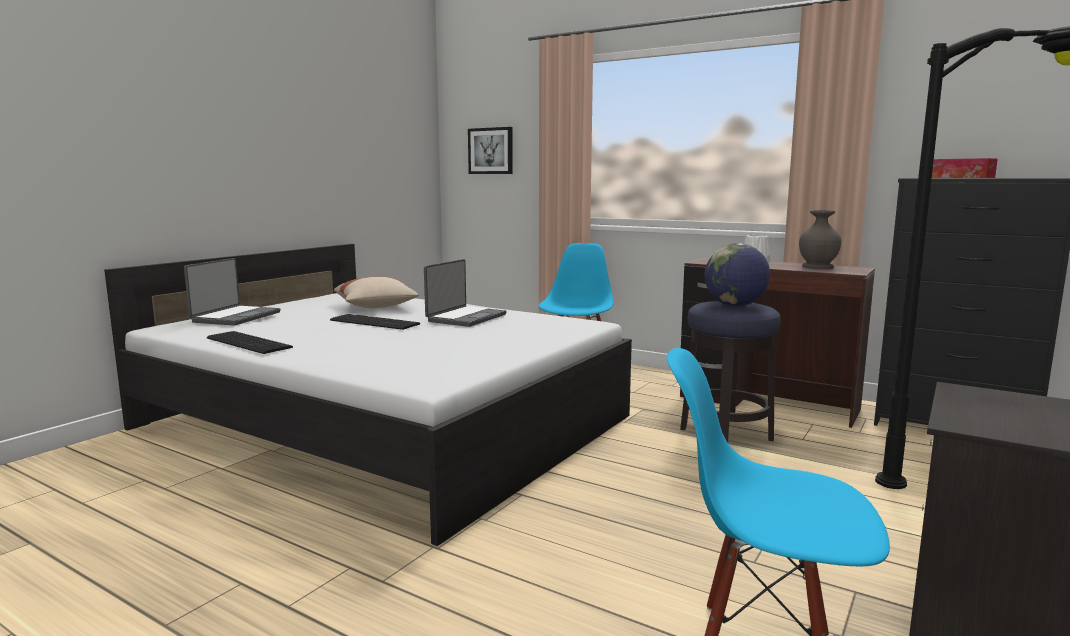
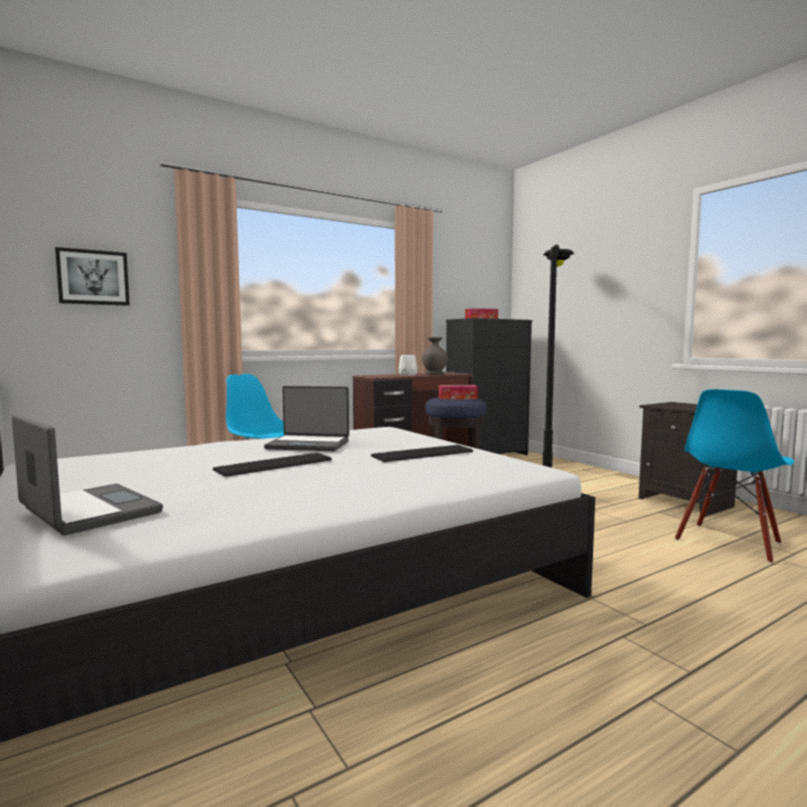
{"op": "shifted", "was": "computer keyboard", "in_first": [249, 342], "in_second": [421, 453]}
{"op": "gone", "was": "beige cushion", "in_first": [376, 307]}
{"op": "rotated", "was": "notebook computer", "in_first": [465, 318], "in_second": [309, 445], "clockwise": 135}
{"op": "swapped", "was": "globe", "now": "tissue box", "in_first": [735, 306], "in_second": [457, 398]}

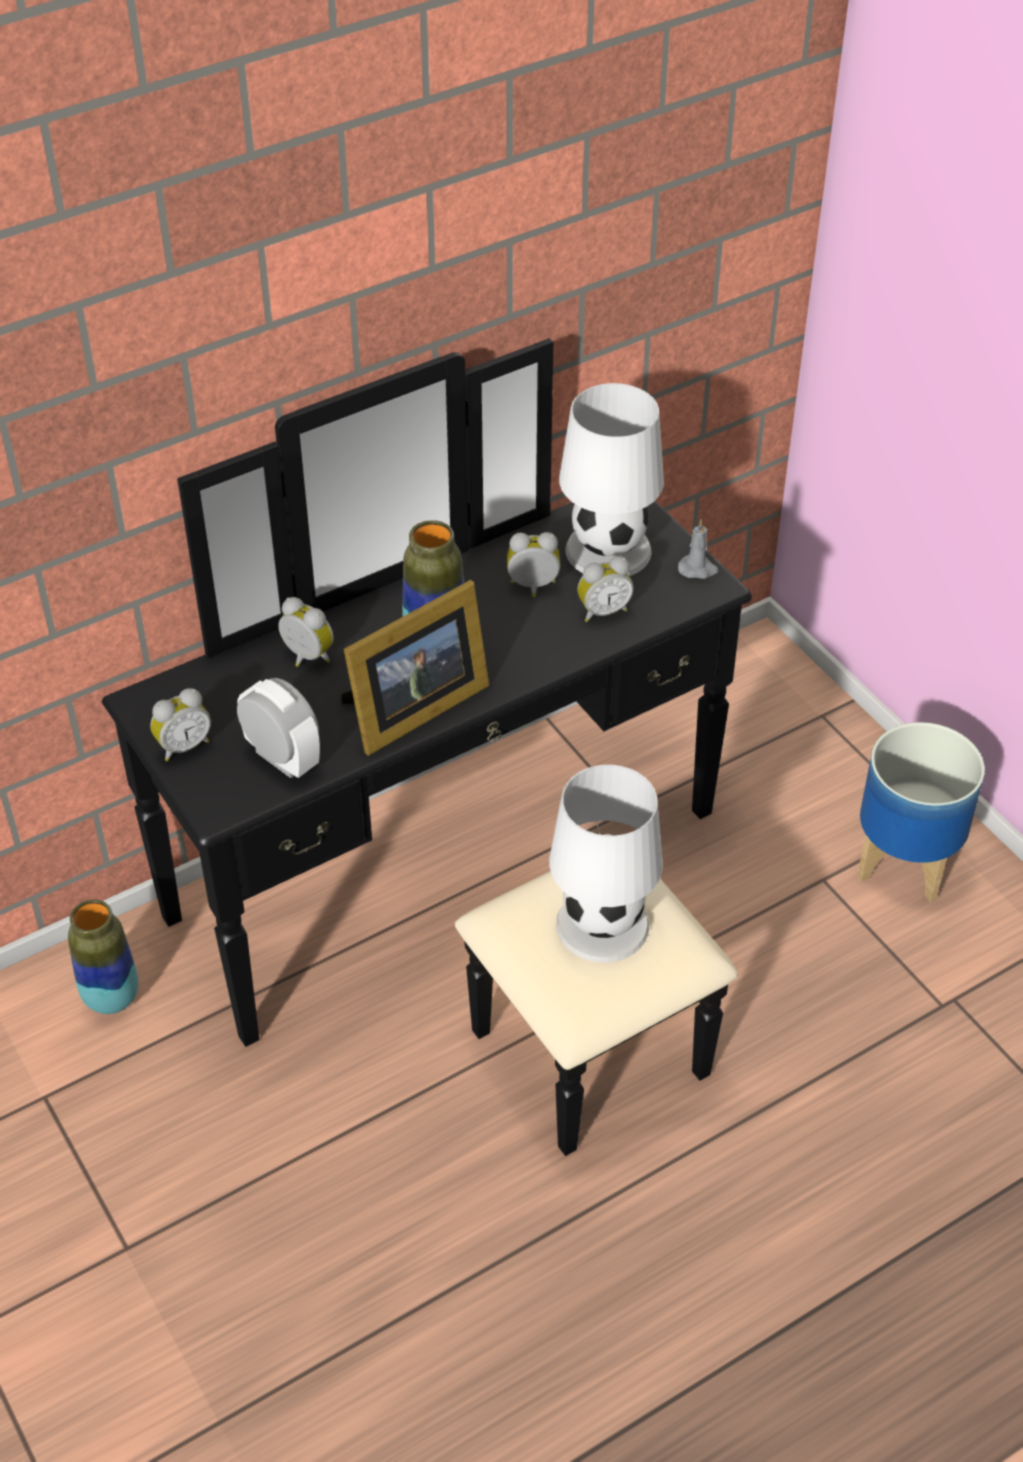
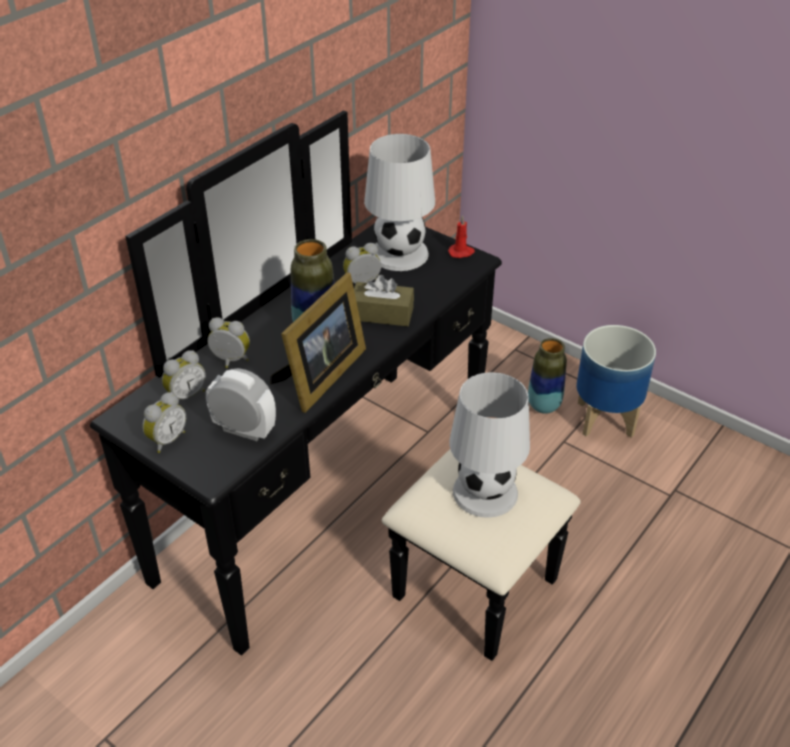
{"op": "shifted", "was": "decorative vase", "in_first": [111, 998], "in_second": [543, 406]}
{"op": "shifted", "was": "table clock", "in_first": [603, 611], "in_second": [186, 395]}
{"op": "repainted", "was": "gray wax light", "now": "reddish wax light", "in_first": [698, 569], "in_second": [461, 252]}
{"op": "new", "now": "brownish tissue box", "in_second": [382, 314]}

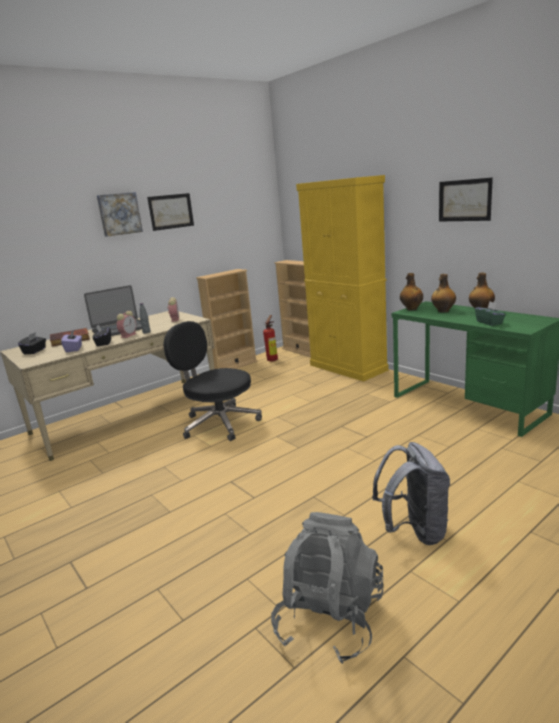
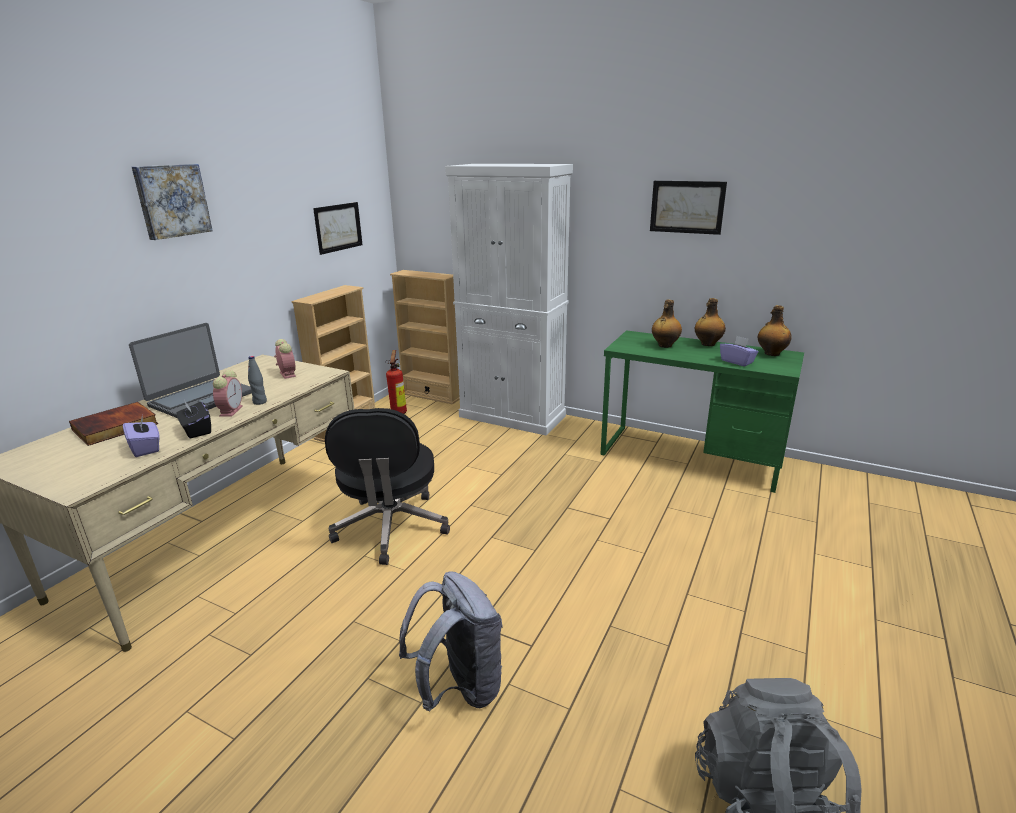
{"op": "gone", "was": "black-coloured tissue box", "in_first": [35, 351]}
{"op": "shifted", "was": "wall picture", "in_first": [171, 211], "in_second": [338, 227]}
{"op": "rotated", "was": "black-coloured desk chair", "in_first": [219, 423], "in_second": [391, 528], "clockwise": -105}
{"op": "repainted", "was": "yellow cupboard", "now": "white-coloured cupboard", "in_first": [348, 367], "in_second": [512, 416]}
{"op": "shifted", "was": "gray knapsack", "in_first": [414, 531], "in_second": [459, 688]}
{"op": "shifted", "was": "drink bottle", "in_first": [411, 309], "in_second": [771, 353]}
{"op": "repainted", "was": "green tissue box", "now": "purplish tissue box", "in_first": [489, 322], "in_second": [737, 361]}

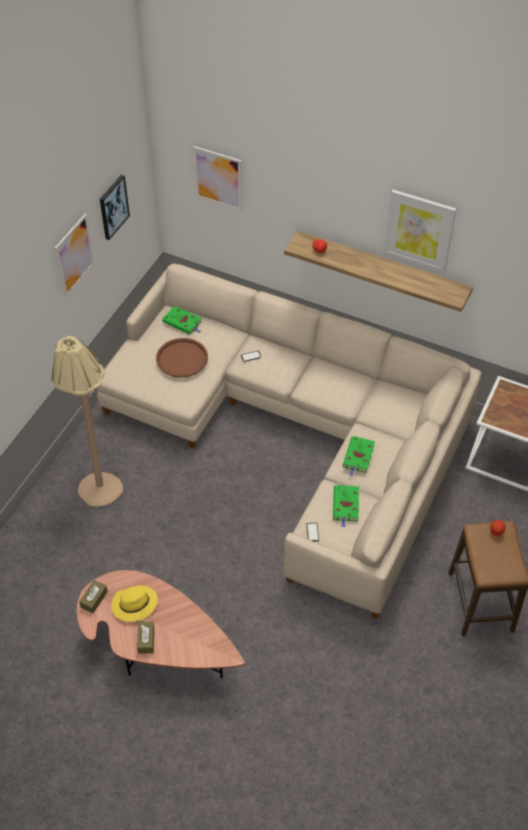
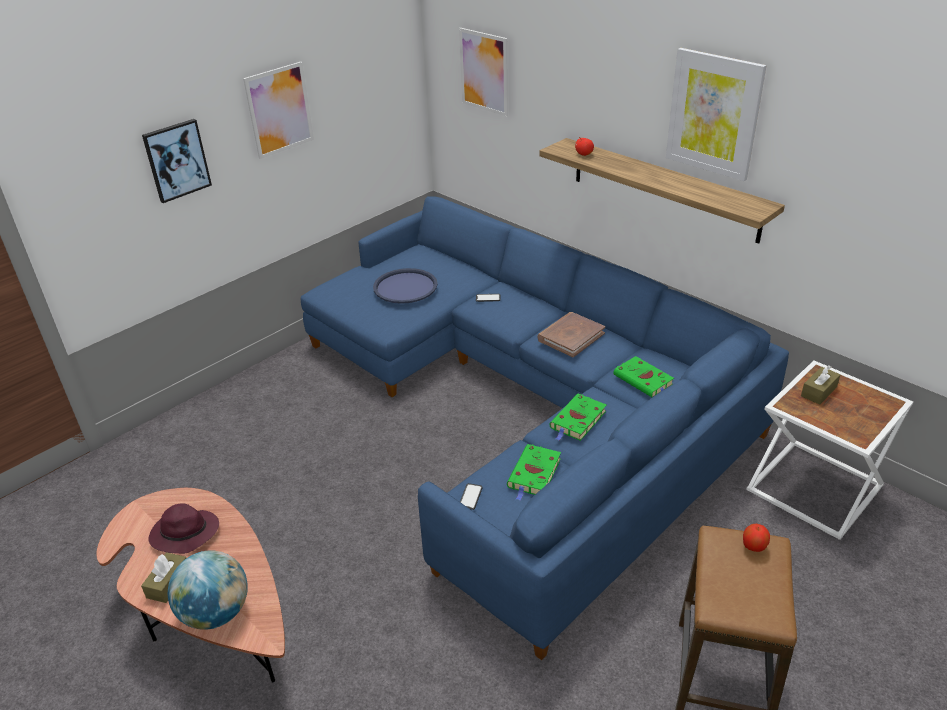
{"op": "gone", "was": "beige standard lamp", "in_first": [100, 481]}
{"op": "shifted", "was": "brownish tissue box", "in_first": [94, 599], "in_second": [818, 391]}
{"op": "repainted", "was": "beige settee", "now": "bluish settee", "in_first": [297, 433], "in_second": [526, 405]}
{"op": "shifted", "was": "wall picture", "in_first": [113, 207], "in_second": [176, 160]}
{"op": "repainted", "was": "yellow clothing hat", "now": "purplish clothing hat", "in_first": [134, 605], "in_second": [184, 534]}
{"op": "repainted", "was": "brownish carrying tray", "now": "bluish carrying tray", "in_first": [182, 358], "in_second": [405, 287]}
{"op": "shifted", "was": "green bound book", "in_first": [183, 322], "in_second": [644, 381]}
{"op": "new", "now": "globe", "in_second": [216, 613]}
{"op": "new", "now": "brownish bound book", "in_second": [571, 337]}

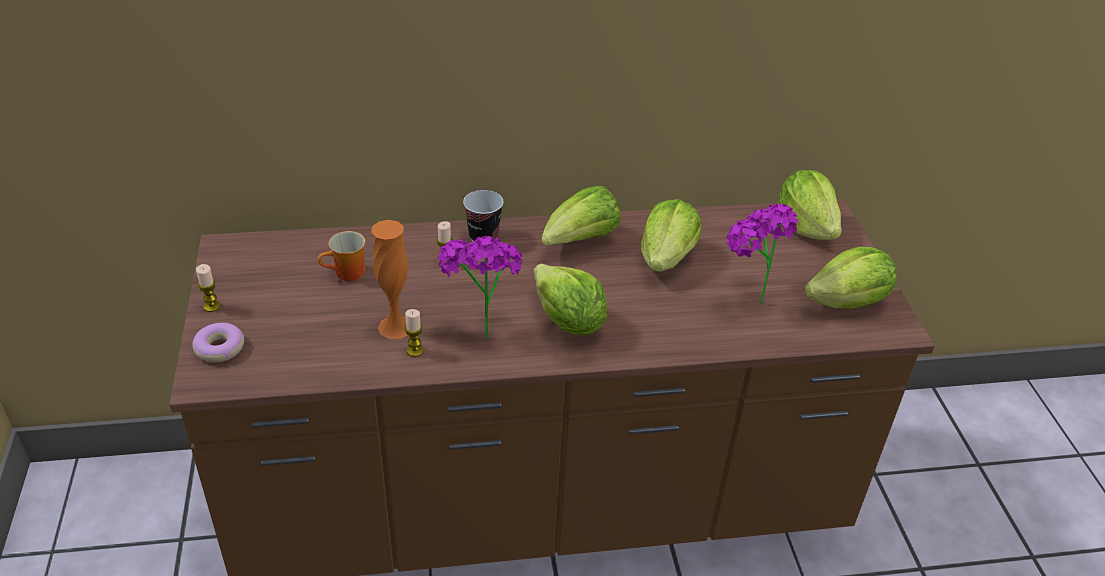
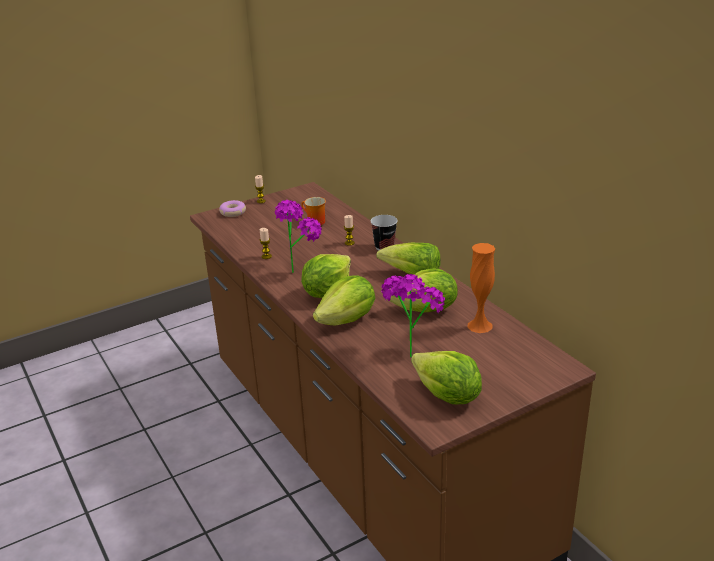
{"op": "shifted", "was": "orange decorative vase", "in_first": [395, 327], "in_second": [479, 326]}
{"op": "shifted", "was": "lettuce", "in_first": [806, 226], "in_second": [347, 320]}

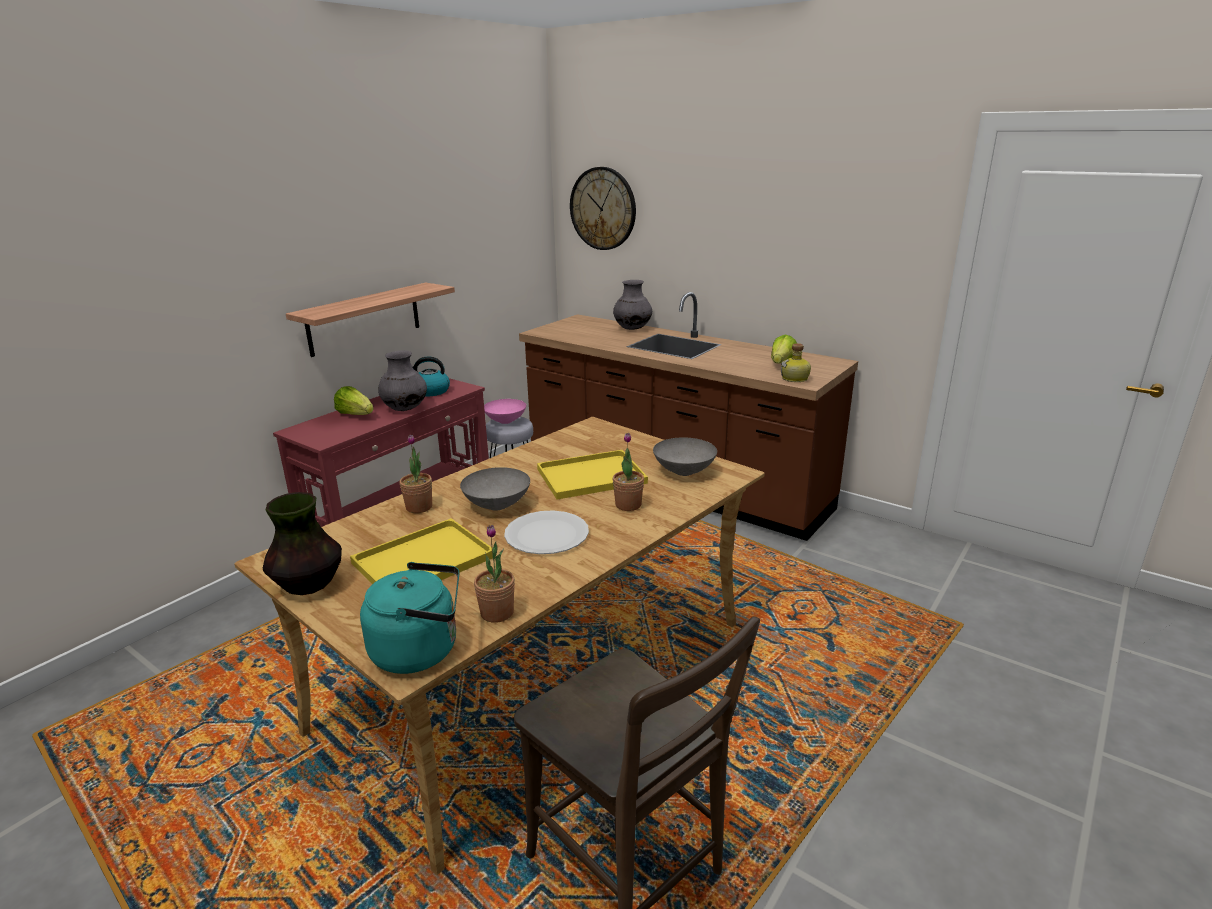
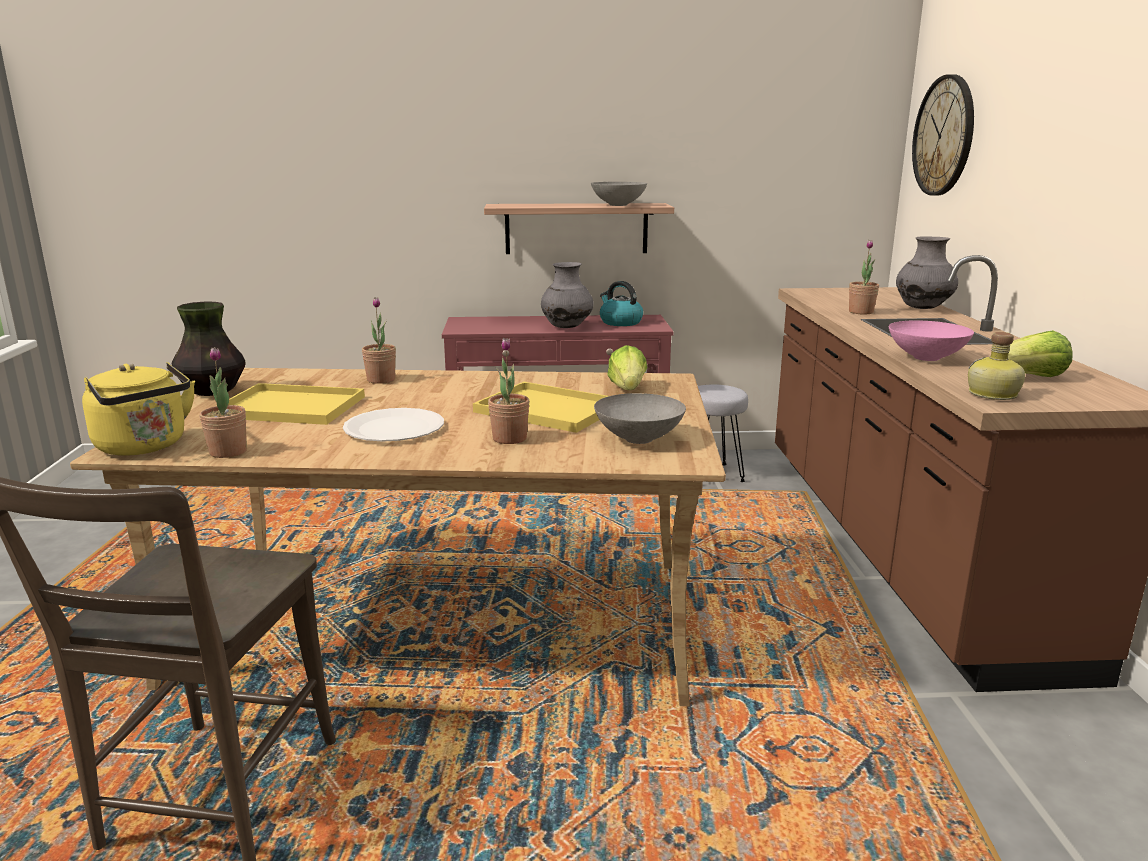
{"op": "shifted", "was": "lettuce", "in_first": [356, 415], "in_second": [628, 390]}
{"op": "repainted", "was": "turquoise tea kettle", "now": "yellow tea kettle", "in_first": [420, 650], "in_second": [145, 447]}
{"op": "shifted", "was": "gray deep dish", "in_first": [497, 505], "in_second": [619, 205]}
{"op": "shifted", "was": "pink-coloured deep dish", "in_first": [505, 421], "in_second": [925, 357]}
{"op": "new", "now": "houseplant", "in_second": [861, 312]}

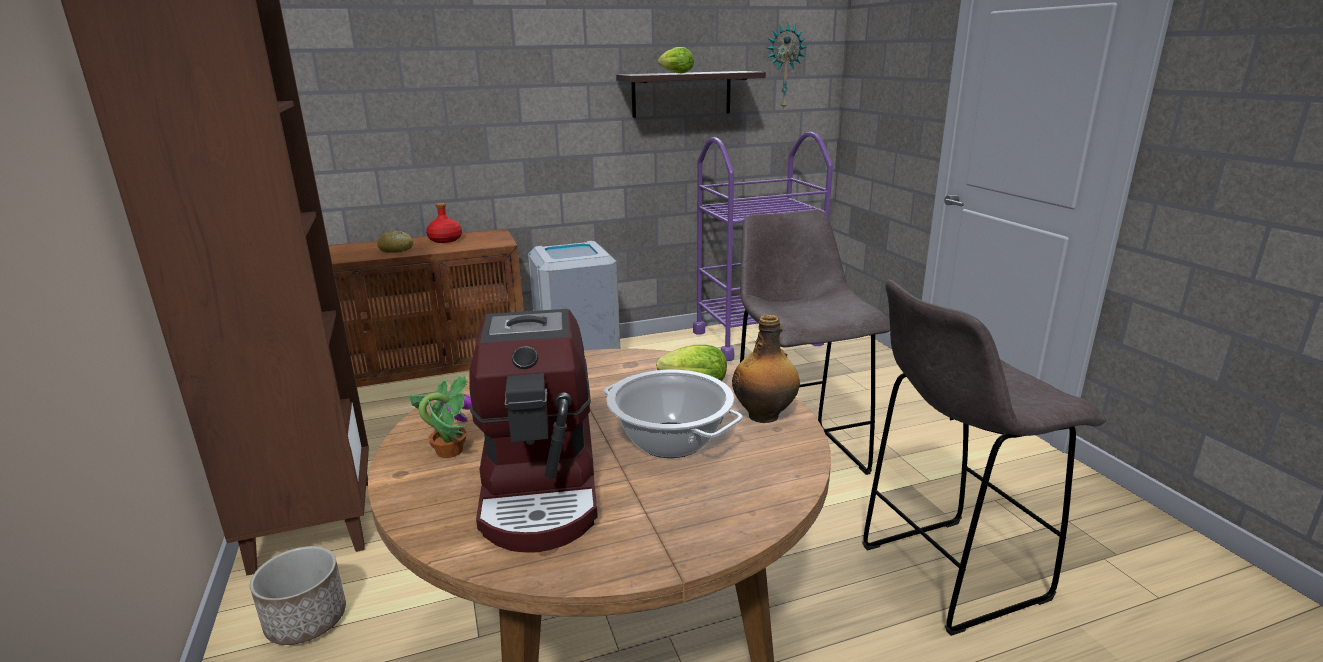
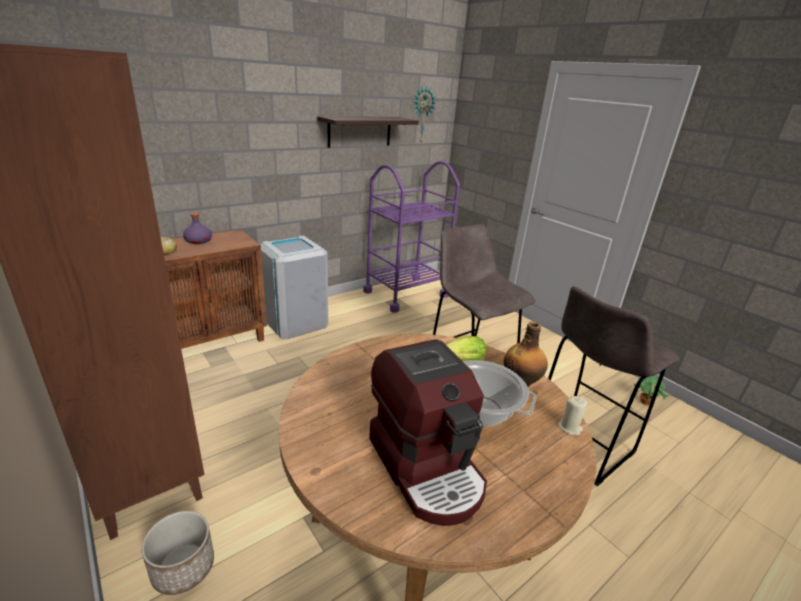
{"op": "shifted", "was": "houseplant", "in_first": [448, 451], "in_second": [645, 402]}
{"op": "repainted", "was": "reddish drink bottle", "now": "purplish drink bottle", "in_first": [445, 240], "in_second": [199, 241]}
{"op": "gone", "was": "lettuce", "in_first": [674, 73]}
{"op": "new", "now": "beige wax light", "in_second": [569, 427]}

